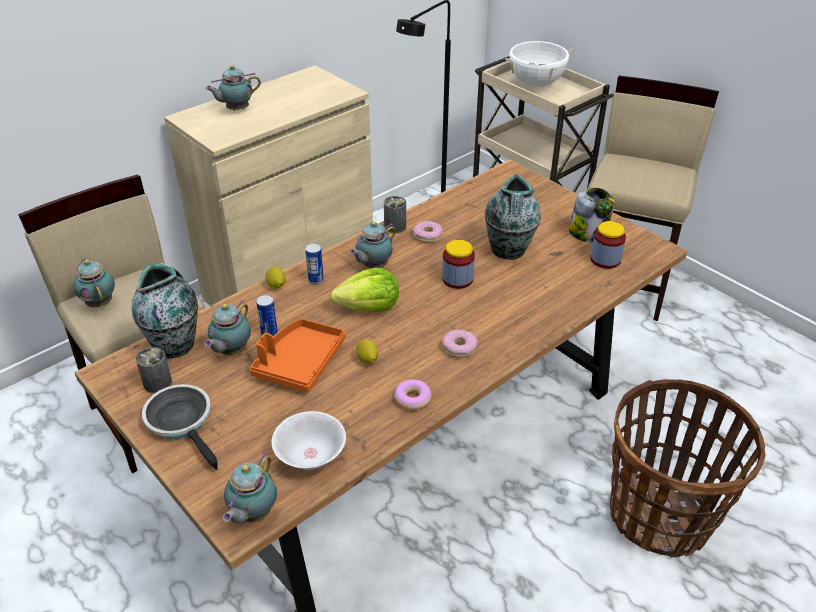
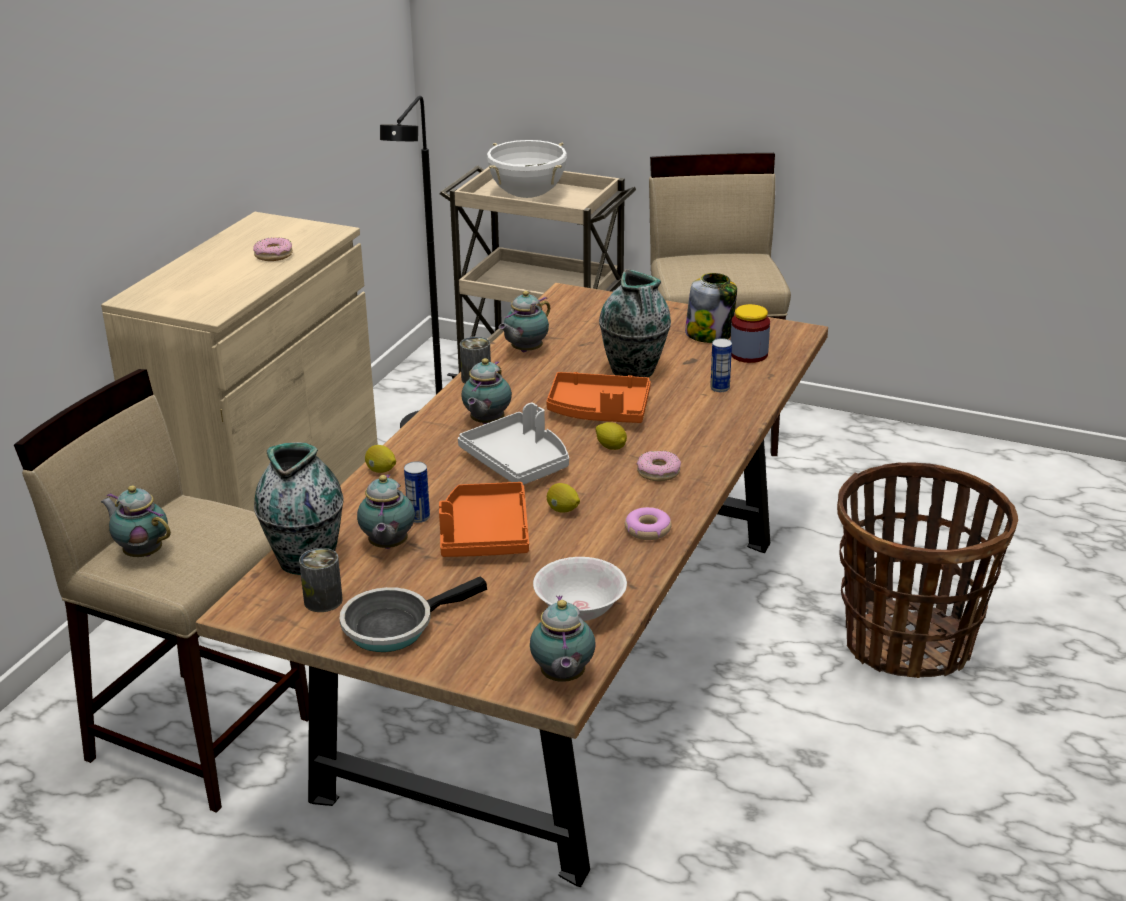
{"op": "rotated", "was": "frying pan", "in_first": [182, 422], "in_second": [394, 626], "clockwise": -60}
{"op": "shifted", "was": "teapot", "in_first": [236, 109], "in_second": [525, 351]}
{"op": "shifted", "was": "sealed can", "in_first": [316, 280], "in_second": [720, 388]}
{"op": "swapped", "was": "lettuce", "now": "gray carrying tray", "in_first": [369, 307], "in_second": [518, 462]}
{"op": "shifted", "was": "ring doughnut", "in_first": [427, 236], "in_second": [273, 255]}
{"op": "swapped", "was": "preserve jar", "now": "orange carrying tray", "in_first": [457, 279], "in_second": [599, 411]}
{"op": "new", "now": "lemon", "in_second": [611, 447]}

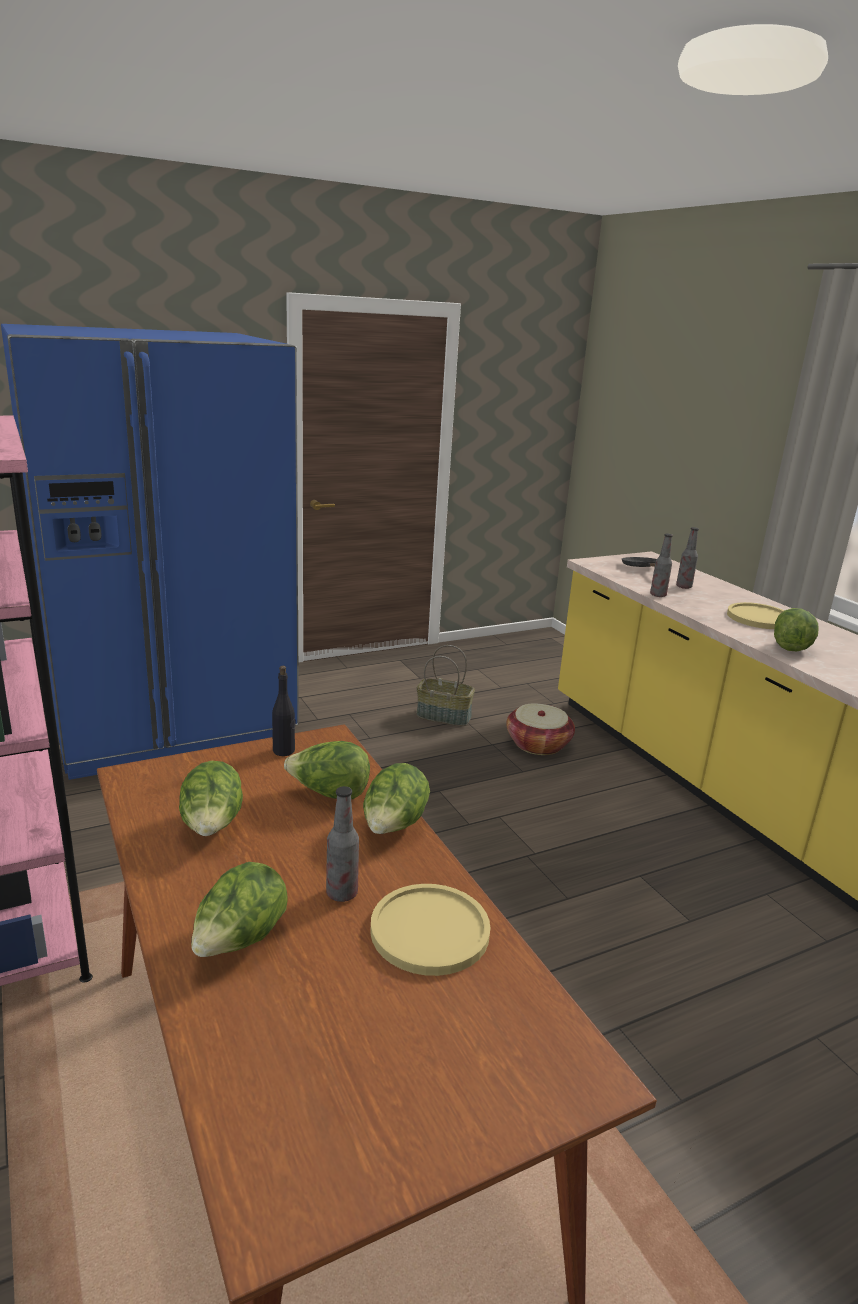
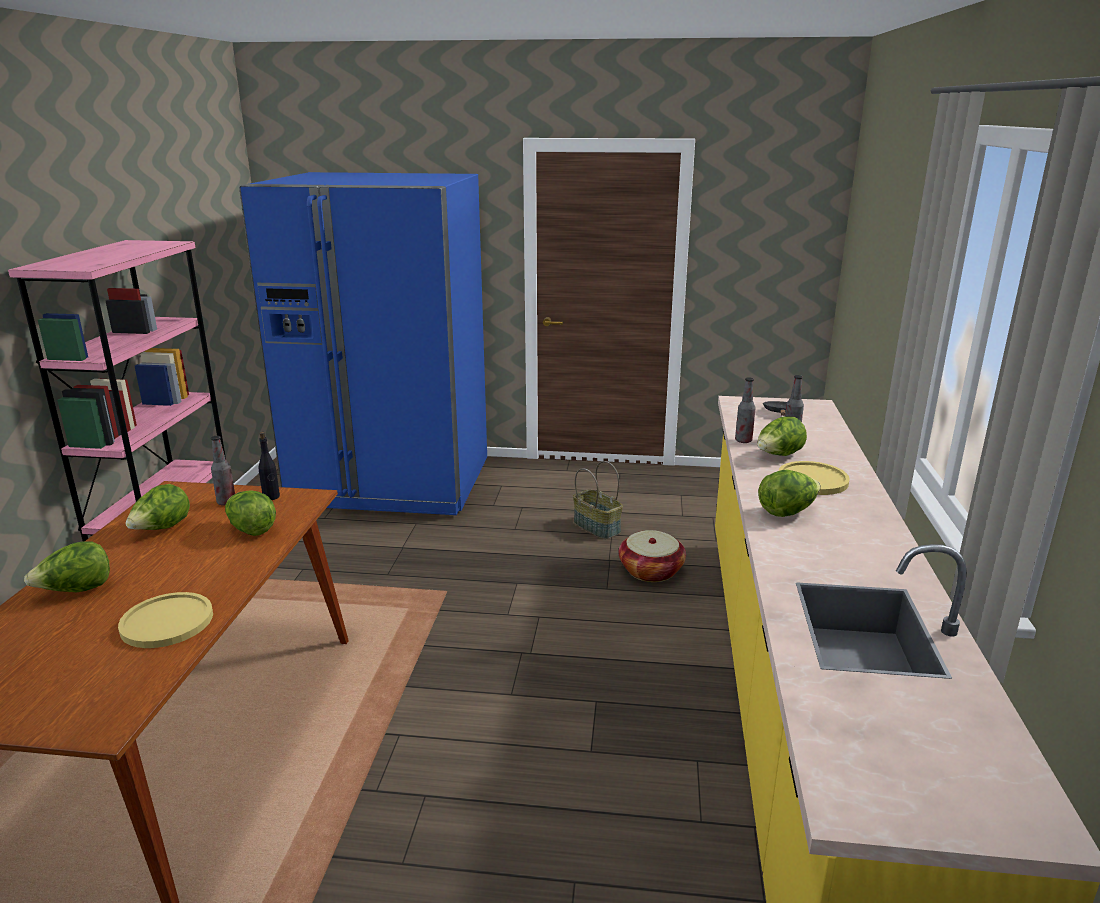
{"op": "shifted", "was": "drink bottle", "in_first": [342, 893], "in_second": [226, 502]}
{"op": "shifted", "was": "lettuce", "in_first": [394, 827], "in_second": [778, 456]}

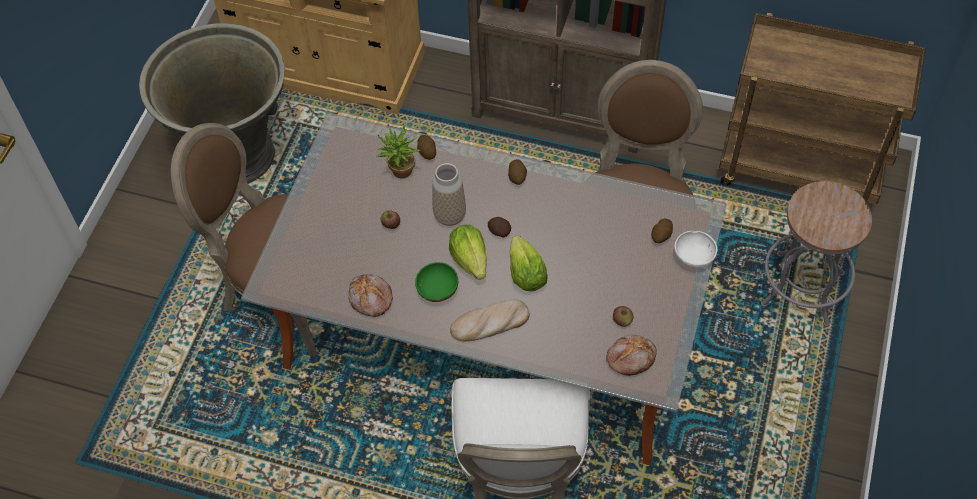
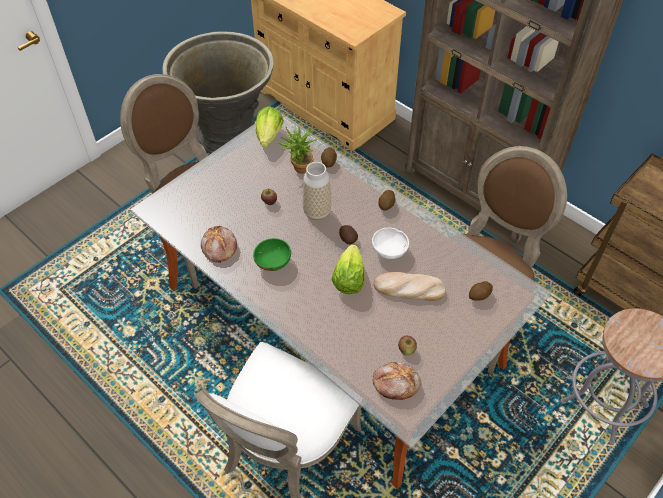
{"op": "shifted", "was": "lettuce", "in_first": [470, 259], "in_second": [269, 136]}
{"op": "shifted", "was": "bread", "in_first": [489, 323], "in_second": [409, 289]}
{"op": "shifted", "was": "white-coloured deep dish", "in_first": [694, 256], "in_second": [390, 251]}

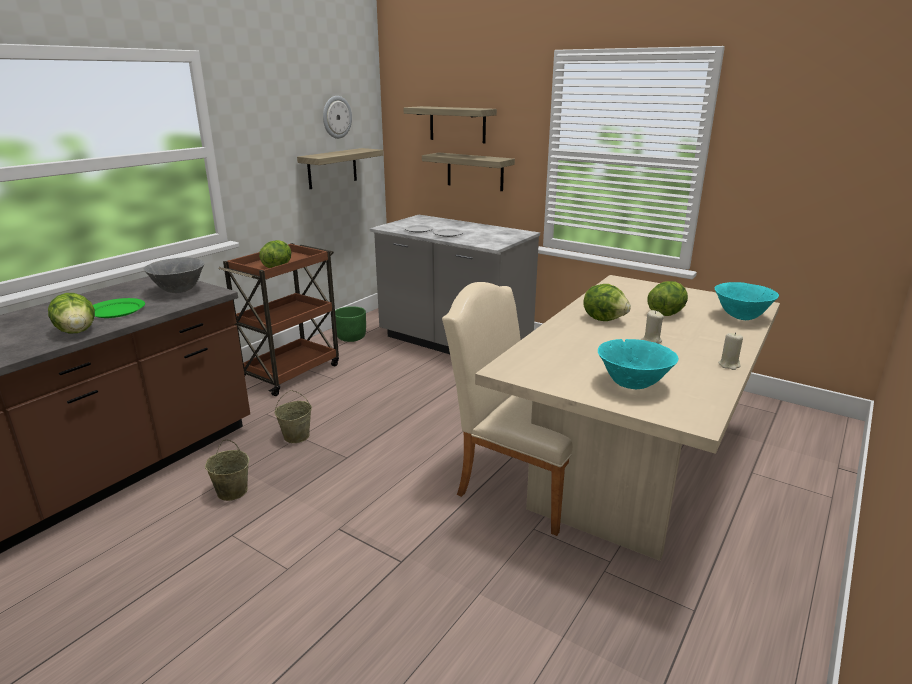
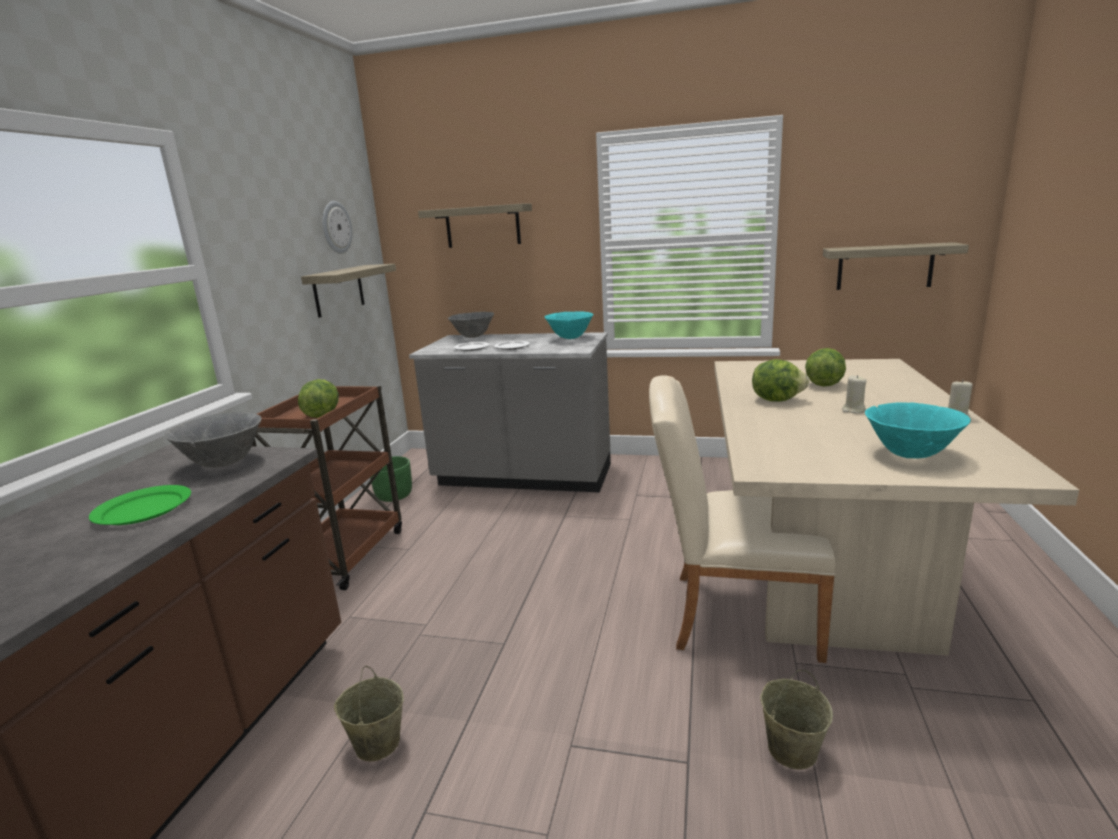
{"op": "gone", "was": "lettuce", "in_first": [77, 331]}
{"op": "shifted", "was": "beige bucket", "in_first": [297, 436], "in_second": [791, 749]}
{"op": "shifted", "was": "shelf", "in_first": [475, 171], "in_second": [884, 267]}
{"op": "shifted", "was": "turquoise deep dish", "in_first": [741, 317], "in_second": [570, 338]}
{"op": "new", "now": "gray deep dish", "in_second": [473, 337]}

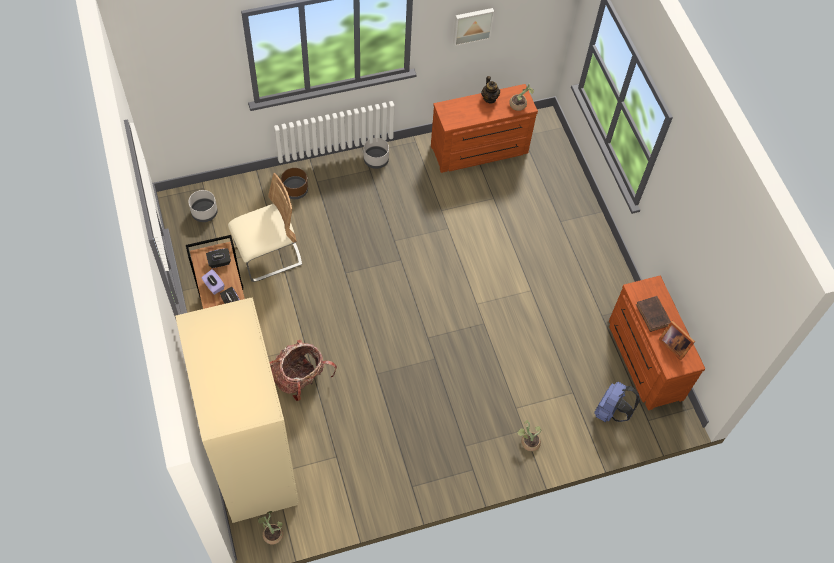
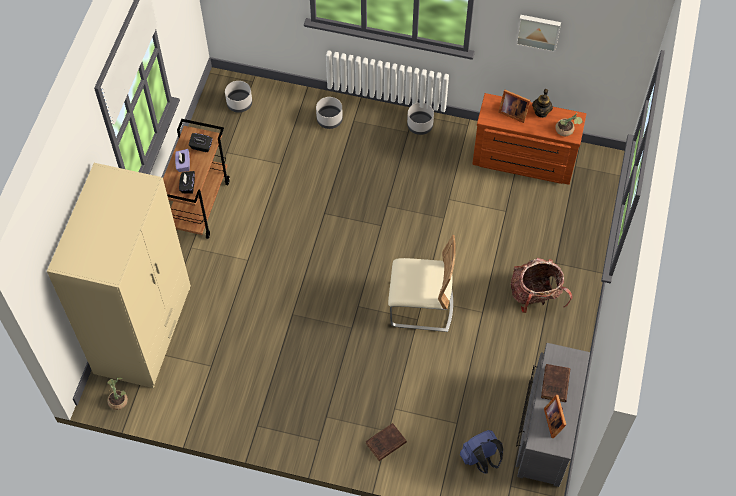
{"op": "shifted", "was": "beige chair", "in_first": [268, 255], "in_second": [421, 307]}
{"op": "shifted", "was": "knapsack", "in_first": [301, 379], "in_second": [535, 296]}
{"op": "repainted", "was": "brownish planter", "now": "gray planter", "in_first": [295, 190], "in_second": [330, 120]}
{"op": "swapped", "was": "houseplant", "now": "brownish bound book", "in_first": [528, 441], "in_second": [385, 443]}
{"op": "repainted", "was": "brownish drawer chest", "now": "gray drawer chest", "in_first": [643, 360], "in_second": [545, 430]}
{"op": "new", "now": "photo frame", "in_second": [512, 112]}

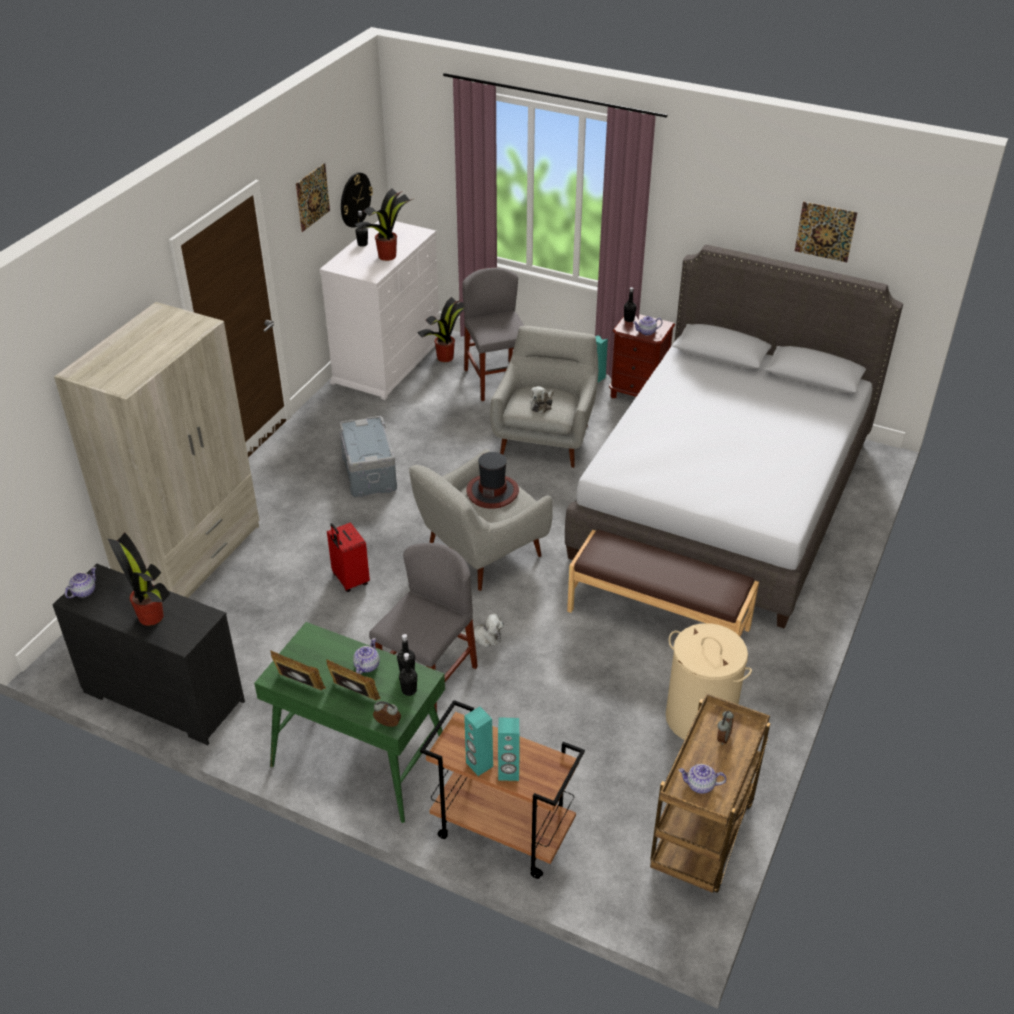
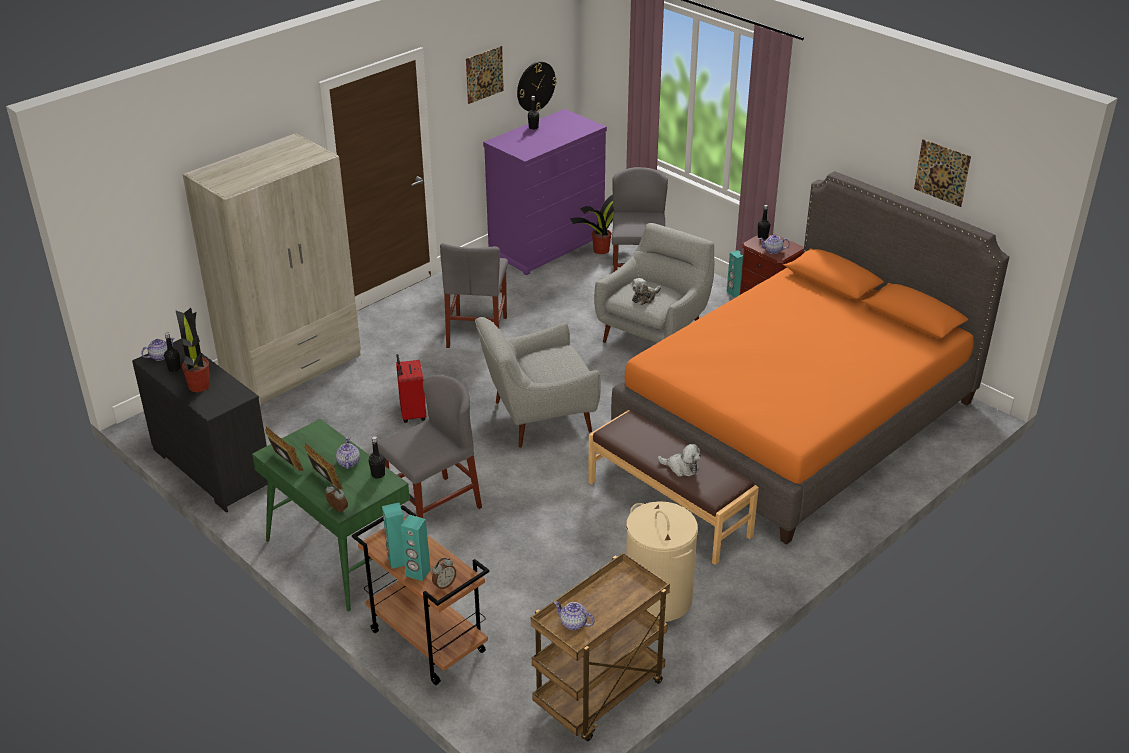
{"op": "repainted", "was": "white-coloured drawer chest", "now": "purplish drawer chest", "in_first": [387, 361], "in_second": [546, 244]}
{"op": "swapped", "was": "gray storage container", "now": "gray chair", "in_first": [368, 473], "in_second": [477, 332]}
{"op": "rotated", "was": "teapot", "in_first": [366, 665], "in_second": [348, 462], "clockwise": -45}
{"op": "gone", "was": "houseplant", "in_first": [388, 255]}
{"op": "shifted", "was": "black-coloured drink bottle", "in_first": [409, 690], "in_second": [174, 369]}
{"op": "shifted", "was": "plush toy", "in_first": [484, 637], "in_second": [681, 467]}
{"op": "gone", "was": "clothing hat", "in_first": [492, 491]}
{"op": "repainted", "was": "gray sleeping bed", "now": "orange sleeping bed", "in_first": [723, 497], "in_second": [796, 420]}
{"op": "shifted", "was": "table clock", "in_first": [722, 737], "in_second": [444, 584]}

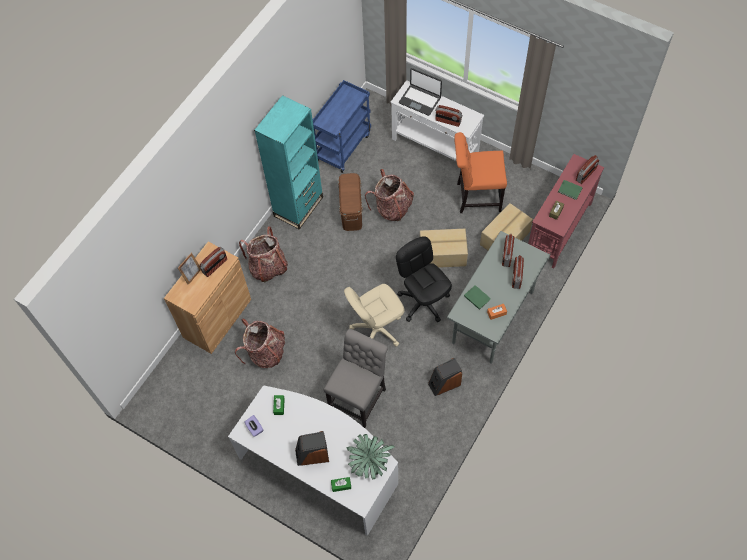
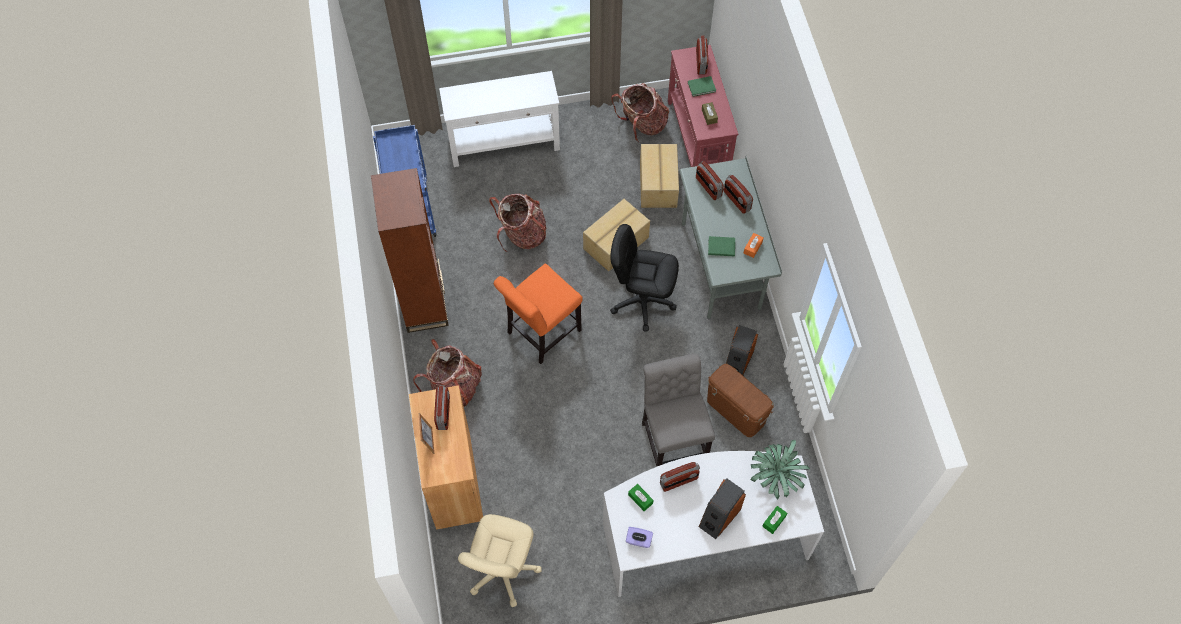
{"op": "shifted", "was": "knapsack", "in_first": [265, 352], "in_second": [642, 125]}
{"op": "repainted", "was": "turquoise bookcase", "now": "brownish bookcase", "in_first": [298, 206], "in_second": [424, 303]}
{"op": "shifted", "was": "brownish storage container", "in_first": [351, 211], "in_second": [735, 411]}
{"op": "shifted", "was": "beige desk chair", "in_first": [376, 329], "in_second": [502, 571]}
{"op": "gone", "was": "notebook computer", "in_first": [420, 100]}
{"op": "shifted", "was": "radio", "in_first": [448, 121], "in_second": [679, 481]}
{"op": "shifted", "was": "orange chair", "in_first": [475, 197], "in_second": [541, 333]}

